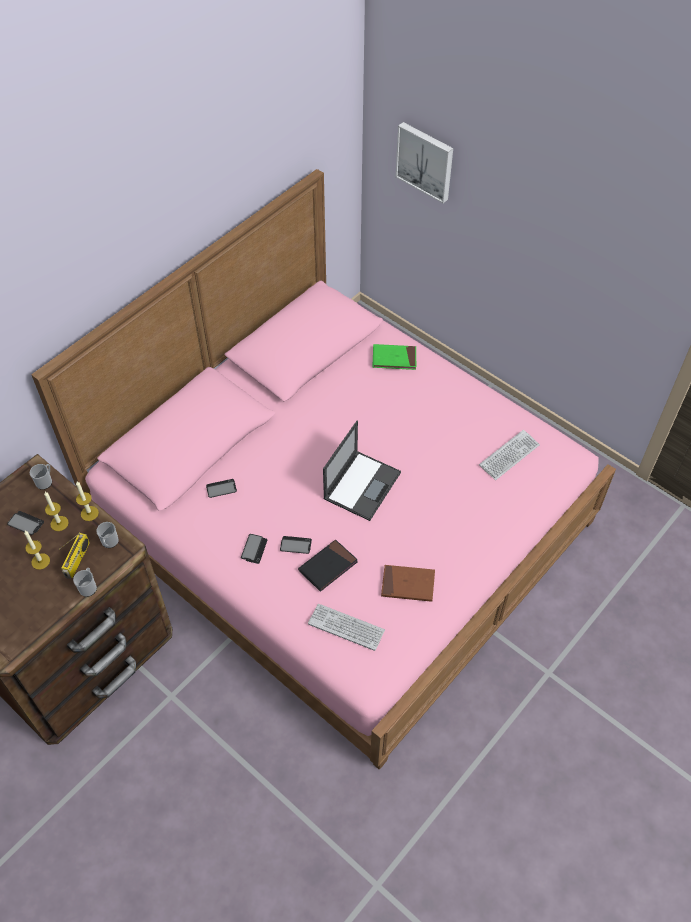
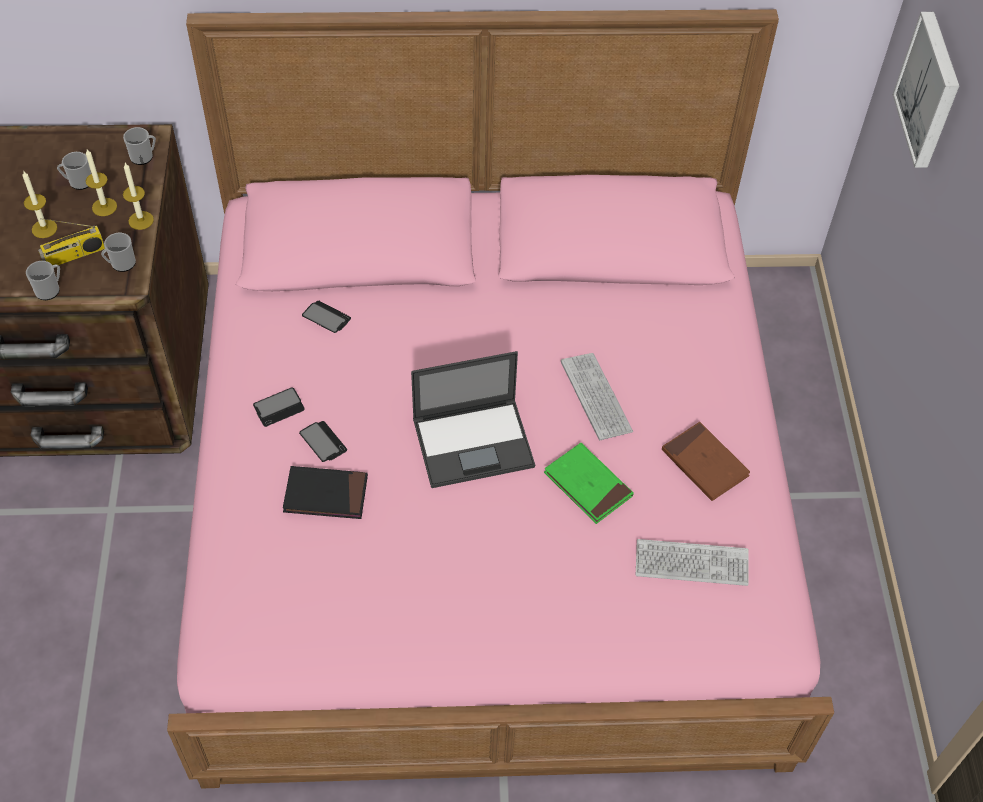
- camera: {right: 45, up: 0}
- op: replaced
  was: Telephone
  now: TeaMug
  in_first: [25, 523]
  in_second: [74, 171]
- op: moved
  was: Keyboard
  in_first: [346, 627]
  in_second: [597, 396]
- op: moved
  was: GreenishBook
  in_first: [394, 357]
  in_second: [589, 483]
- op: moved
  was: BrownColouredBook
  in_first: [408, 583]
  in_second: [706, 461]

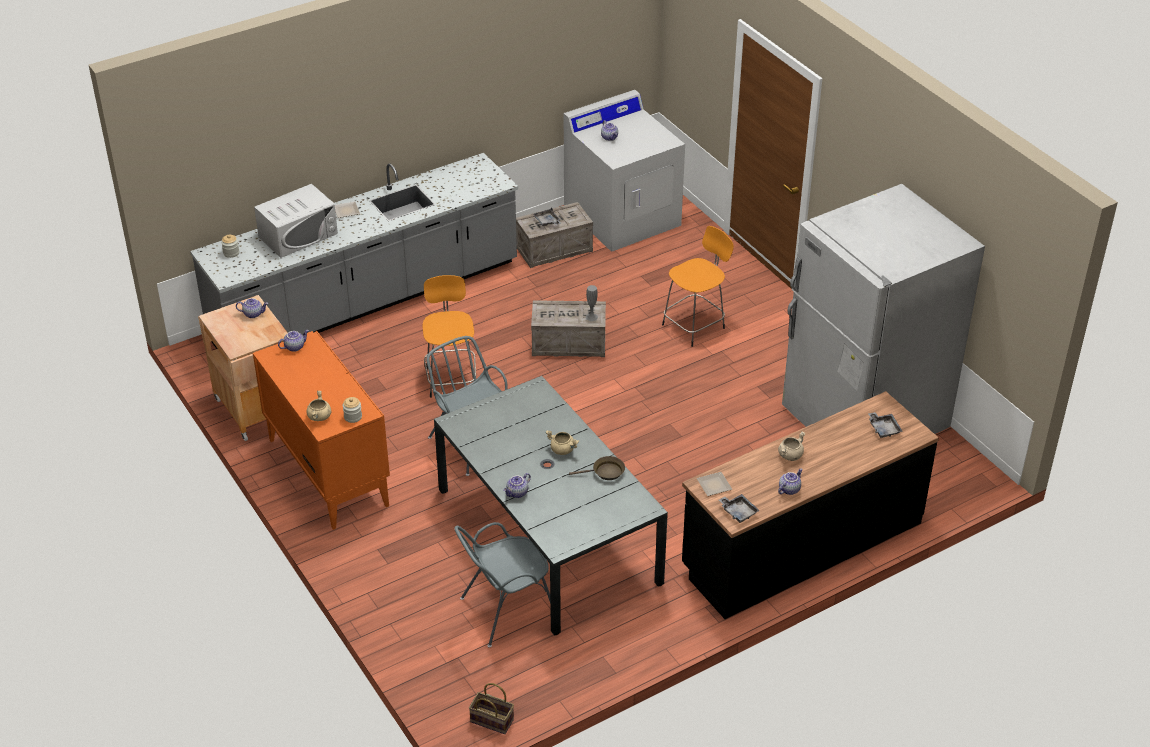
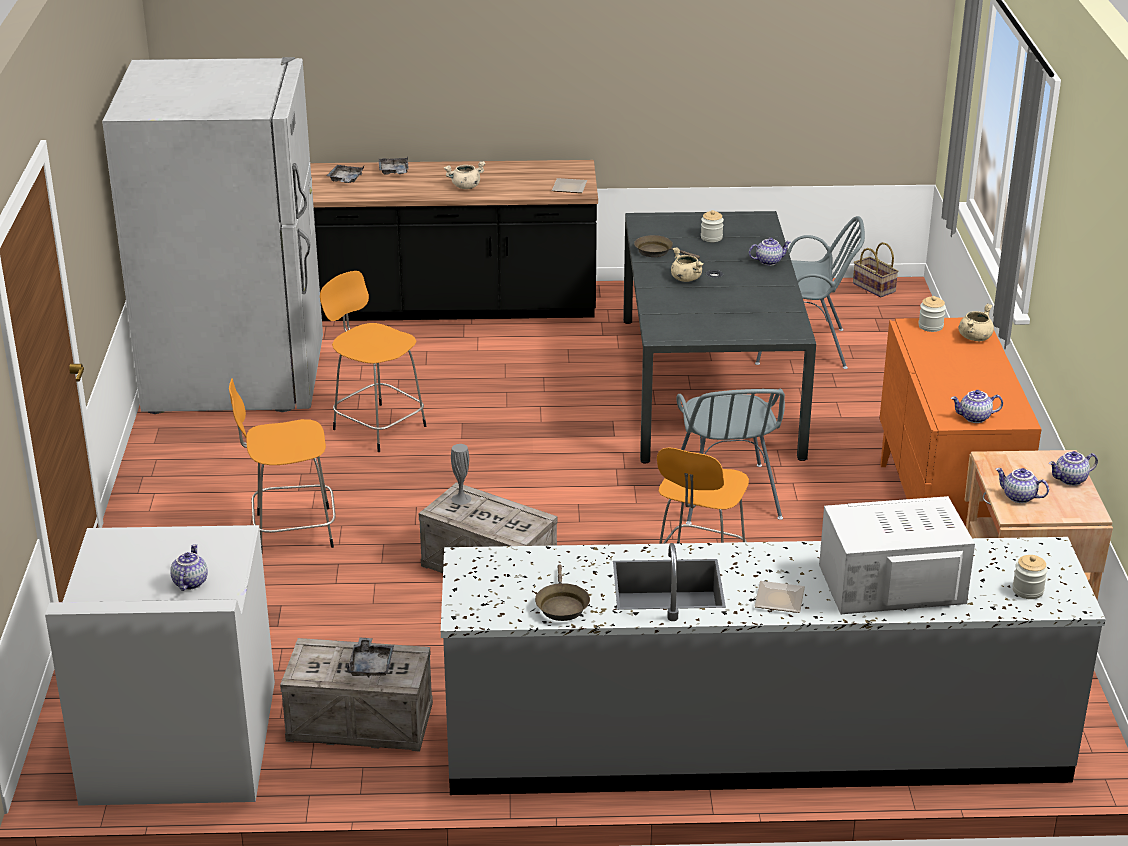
- camera: {right: -150, up: -10}
- op: moved
  was: GrayTray
  in_first: [739, 508]
  in_second: [394, 165]
- op: moved
  was: PotForTea
  in_first: [790, 481]
  in_second: [1073, 468]
- op: added
  now: OrangeySittingStool
  in_second: [373, 361]
- op: added
  now: BrownColouredPan
  in_second: [562, 592]
- op: added
  now: StorageJar
  in_second: [712, 226]

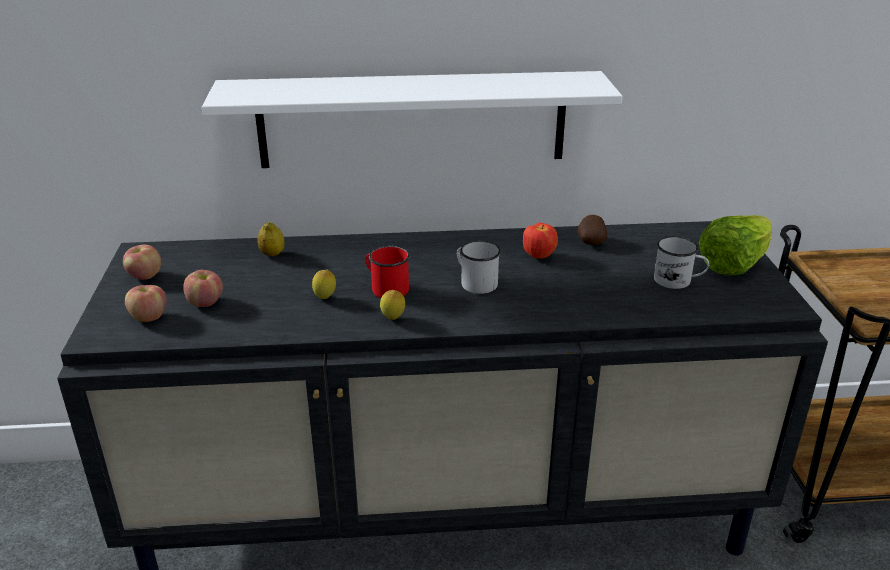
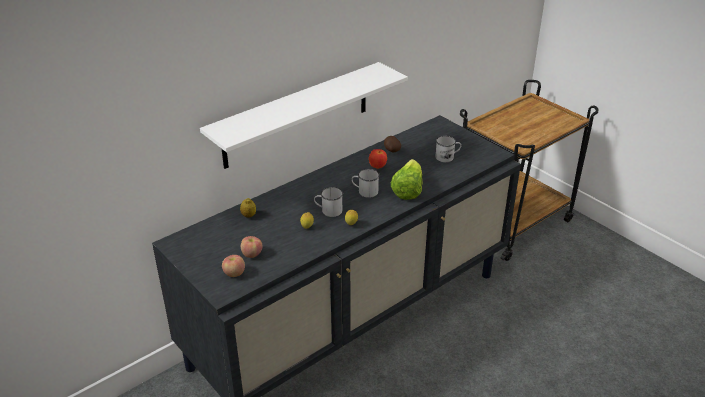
- camera: {right: -35, up: 5}
- op: removed
  was: AppleFruit
  in_first: [142, 262]
- op: recoloured
  was: RedColouredTeaMug
  now: WhiteTeaMug
  in_first: [387, 272]
  in_second: [328, 202]
- op: moved
  was: HeadOfLettuce
  in_first: [735, 245]
  in_second: [406, 179]

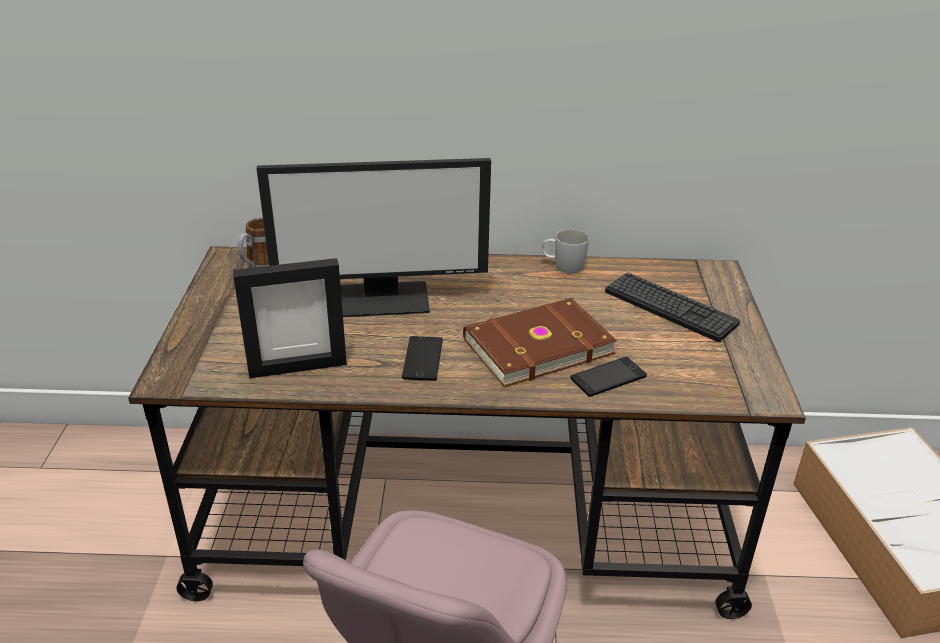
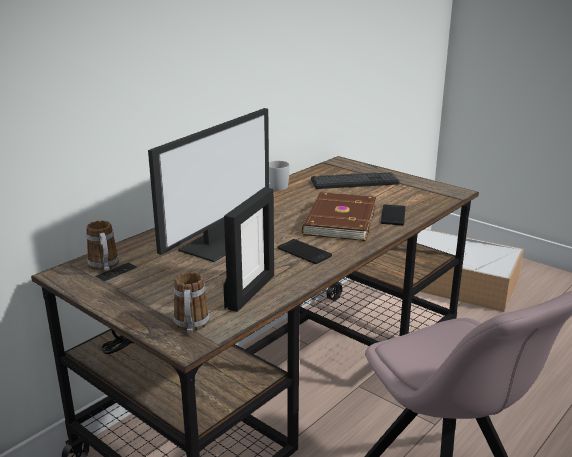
- camera: {right: -50, up: -10}
- op: added
  now: TeaMug
  in_second: [191, 302]

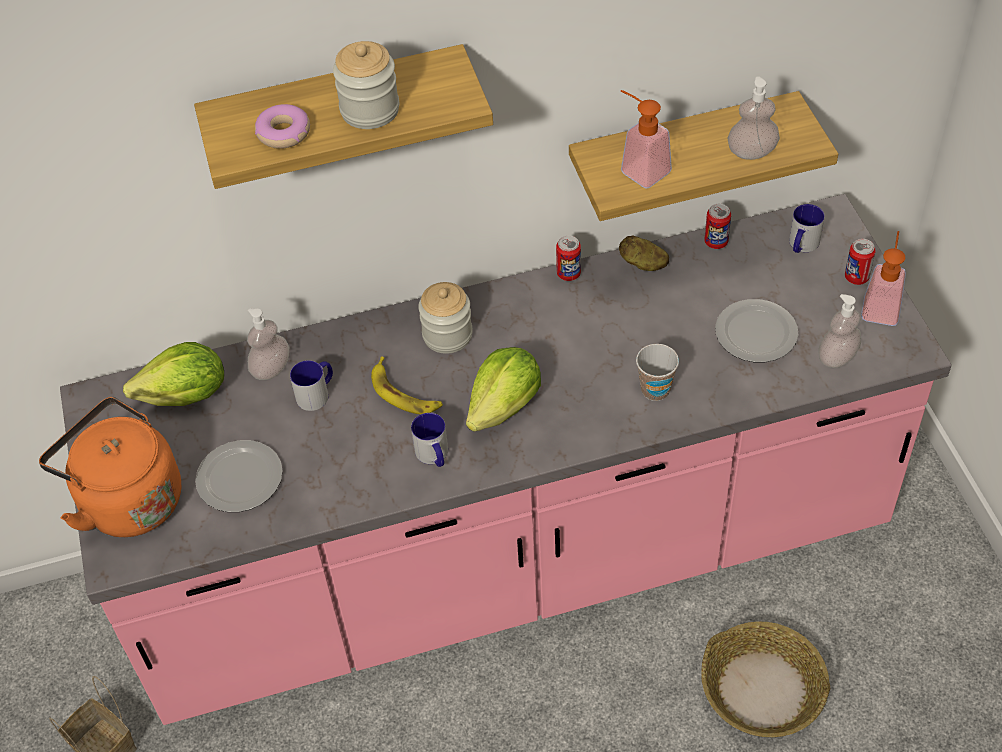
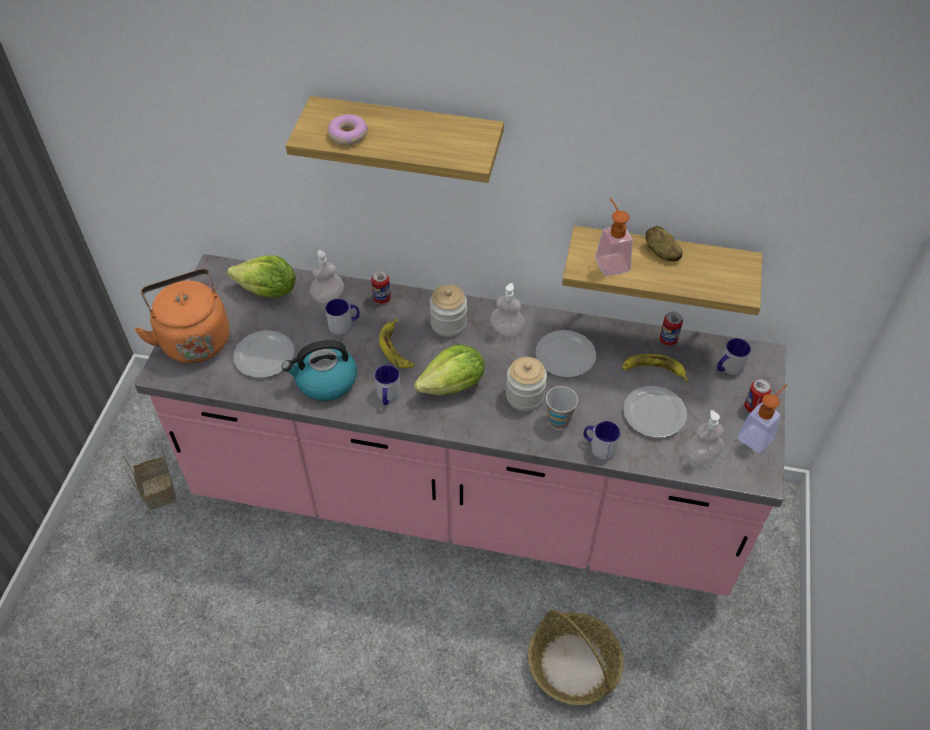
- camera: {right: 25, up: 0}
- op: moved
  was: StorageJar
  in_first: [366, 85]
  in_second: [526, 384]
- op: moved
  was: SealedCan
  in_first: [568, 258]
  in_second: [381, 287]
- op: moved
  was: Spud
  in_first: [644, 253]
  in_second: [663, 243]
- op: moved
  was: SoapBottle
  in_first: [754, 118]
  in_second: [508, 309]
- op: added
  now: WaterKettle
  in_second: [319, 370]
- op: added
  now: Plate
  in_second: [565, 354]
- op: added
  now: TeaMug
  in_second: [602, 440]
- op: added
  now: BananaFruit
  in_second: [655, 368]

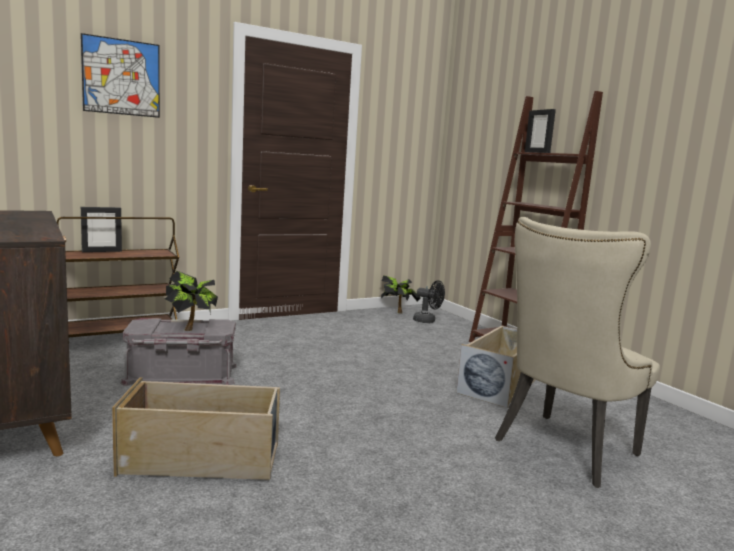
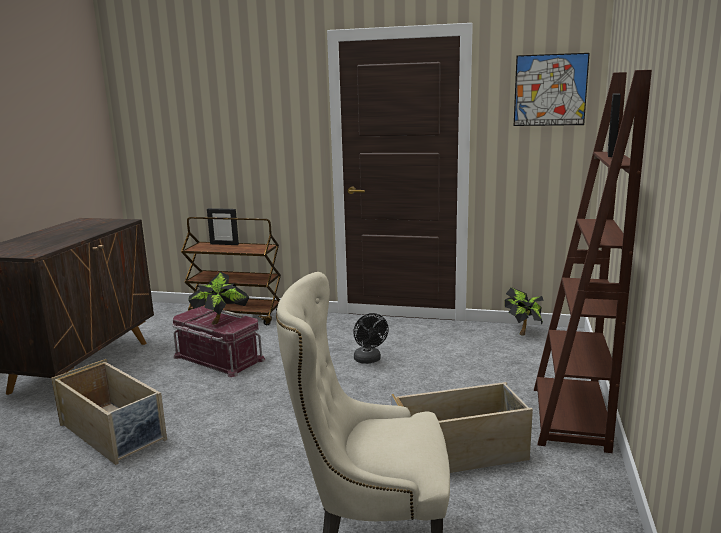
- camera: {right: 45, up: 5}
- op: moved
  was: WallArt
  in_first: [120, 75]
  in_second: [552, 89]
- op: recoloured
  was: GrayStorageContainer
  now: RedColouredStorageContainer
  in_first: [178, 352]
  in_second: [218, 341]
- op: moved
  was: BlackFan
  in_first: [429, 301]
  in_second: [371, 338]

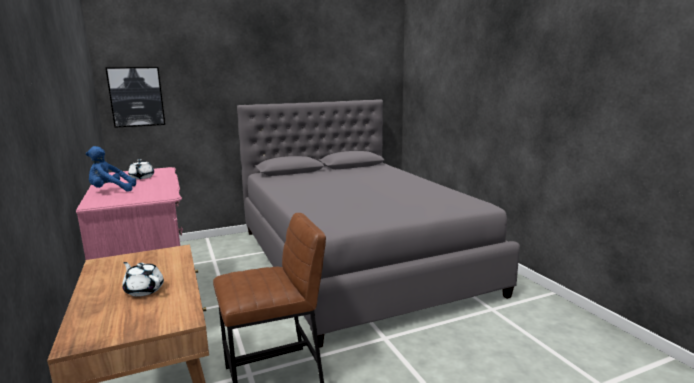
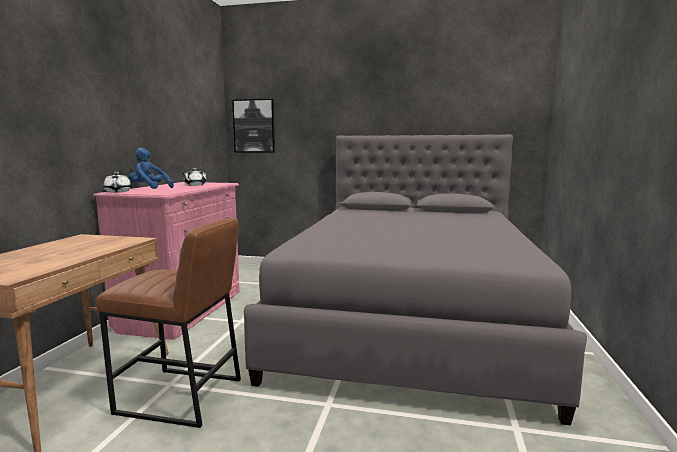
- camera: {right: 35, up: -5}
- op: moved
  was: WhitePotForTea
  in_first: [143, 279]
  in_second: [117, 182]

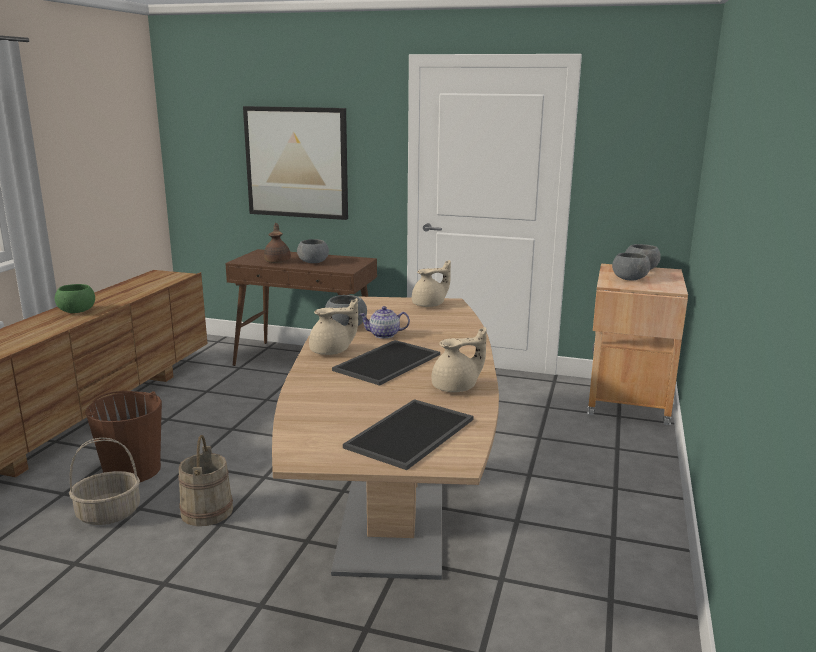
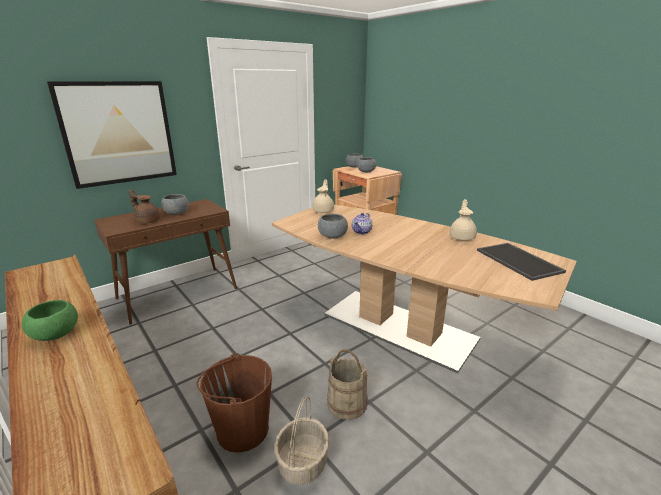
- camera: {right: -55, up: 5}
- op: removed
  was: SandColouredPotForTea
  in_first: [333, 326]
- op: removed
  was: Tray
  in_first: [386, 363]

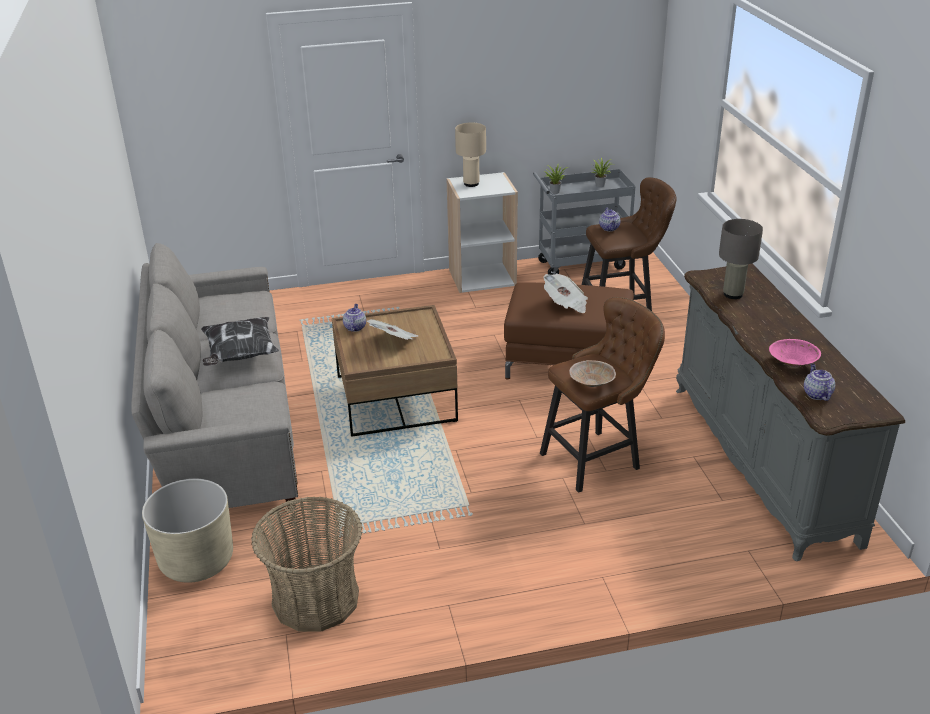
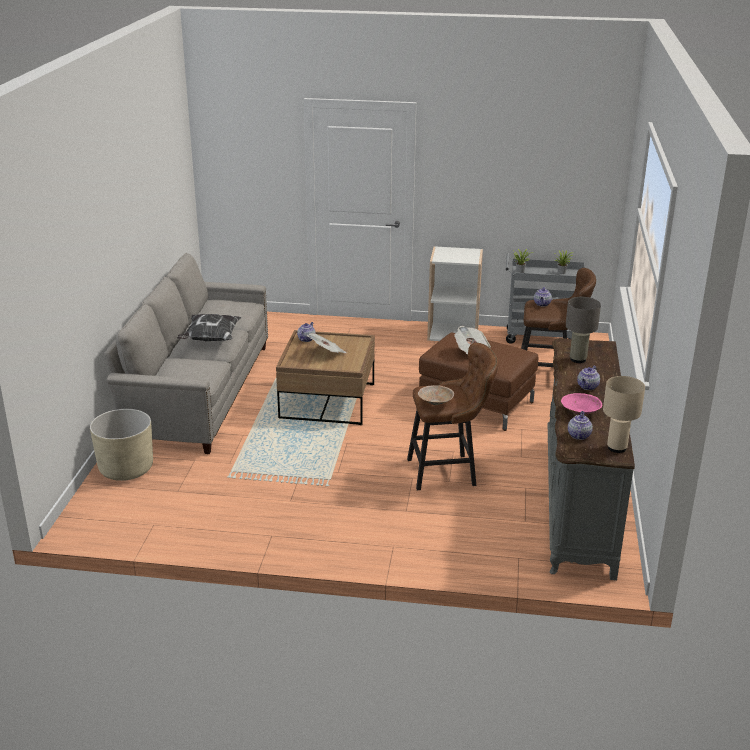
- camera: {right: 20, up: -5}
- op: removed
  was: Basket
  in_first: [306, 564]
- op: moved
  was: SandColouredLampForATable
  in_first: [470, 155]
  in_second: [624, 414]
- op: added
  now: PotForTea
  in_second: [588, 378]

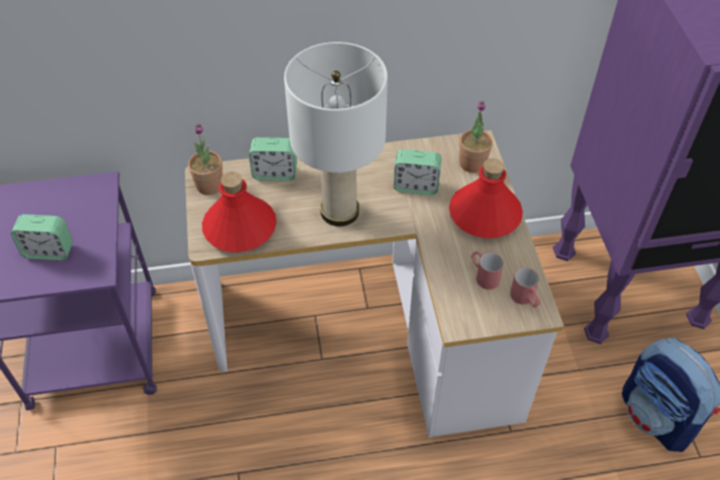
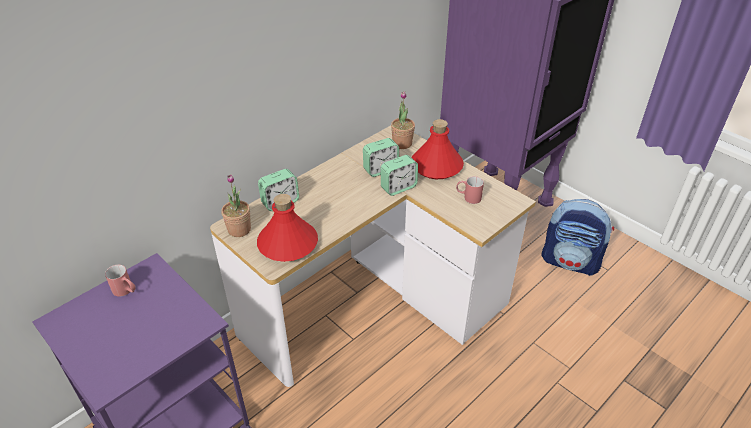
- camera: {right: -35, up: -10}
- op: moved
  was: AlarmClock
  in_first: [42, 237]
  in_second: [399, 175]
- op: removed
  was: WhiteLampForATable
  in_first: [336, 134]
- op: moved
  was: RedColouredTeaMug
  in_first: [525, 287]
  in_second: [120, 281]

